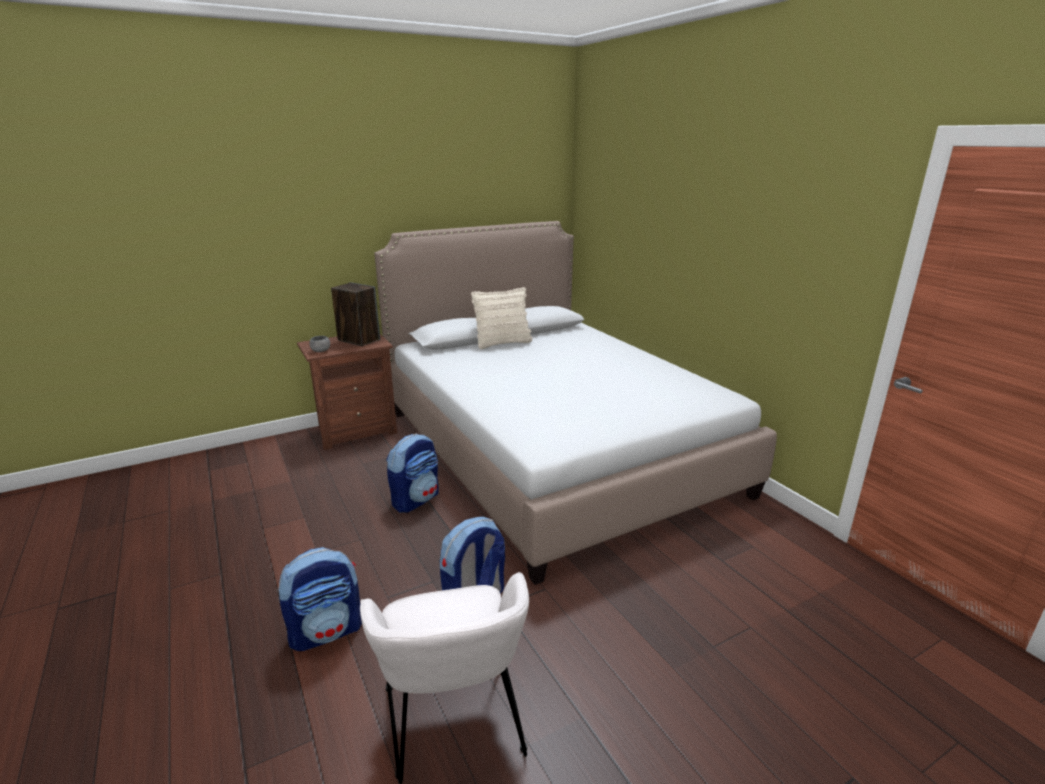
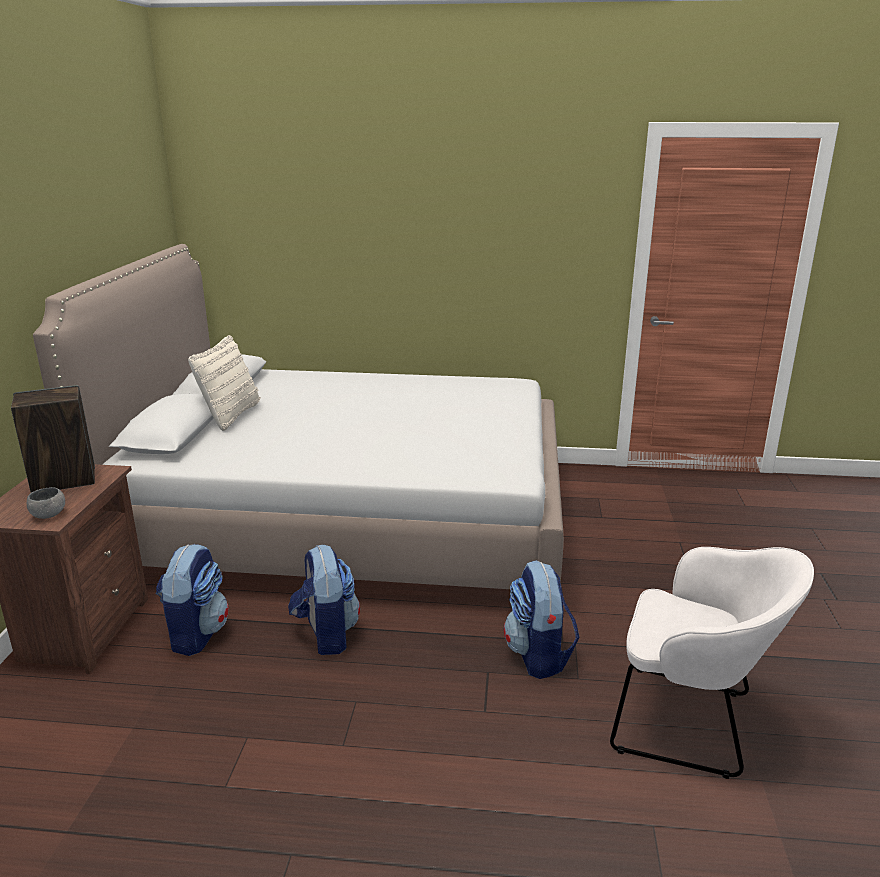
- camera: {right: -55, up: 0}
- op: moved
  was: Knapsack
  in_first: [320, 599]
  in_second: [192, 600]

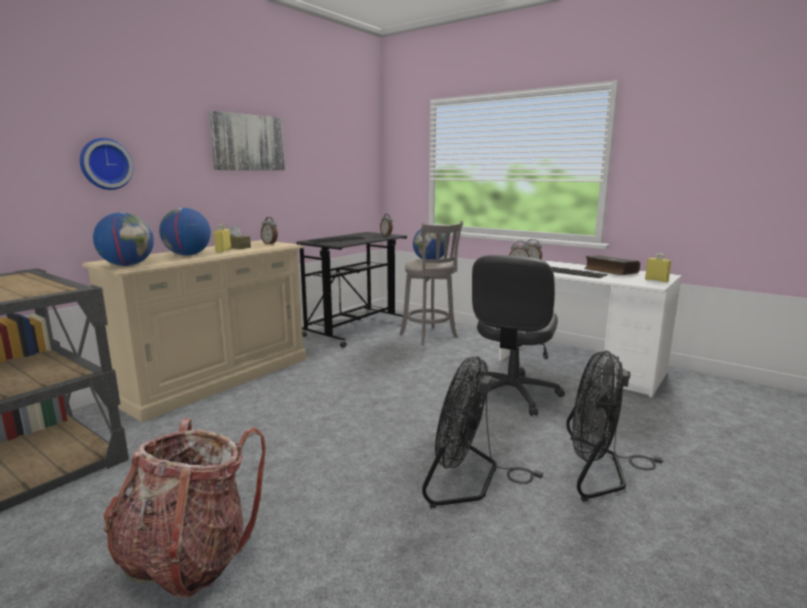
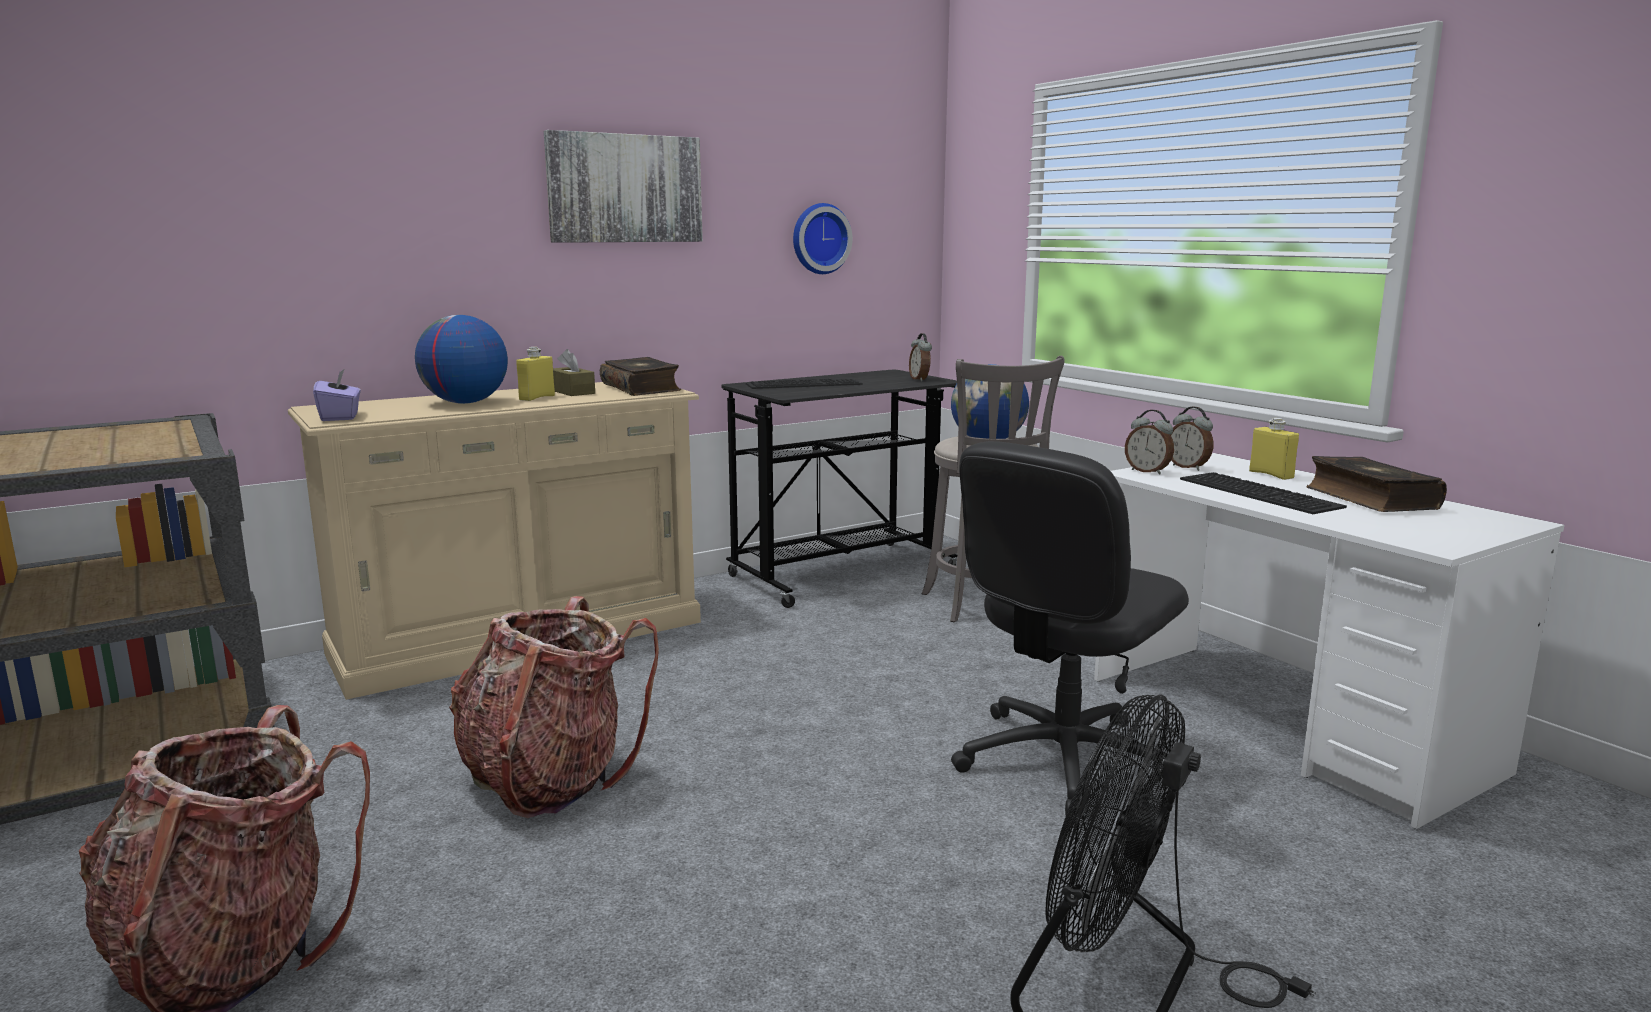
- camera: {right: 20, up: 0}
- op: moved
  was: ClockOnTheWall
  in_first: [106, 164]
  in_second: [823, 238]
- op: replaced
  was: DeskGlobe
  now: PurplishTissueHolder
  in_first: [123, 239]
  in_second: [337, 395]
- op: replaced
  was: AlarmClock
  now: Book
  in_first: [269, 231]
  in_second: [640, 376]
- op: removed
  was: BlackFan
  in_first: [483, 432]
- op: moved
  was: YellowColouredBottle
  in_first: [658, 267]
  in_second: [1274, 449]
- op: added
  now: Knapsack
  in_second: [554, 707]

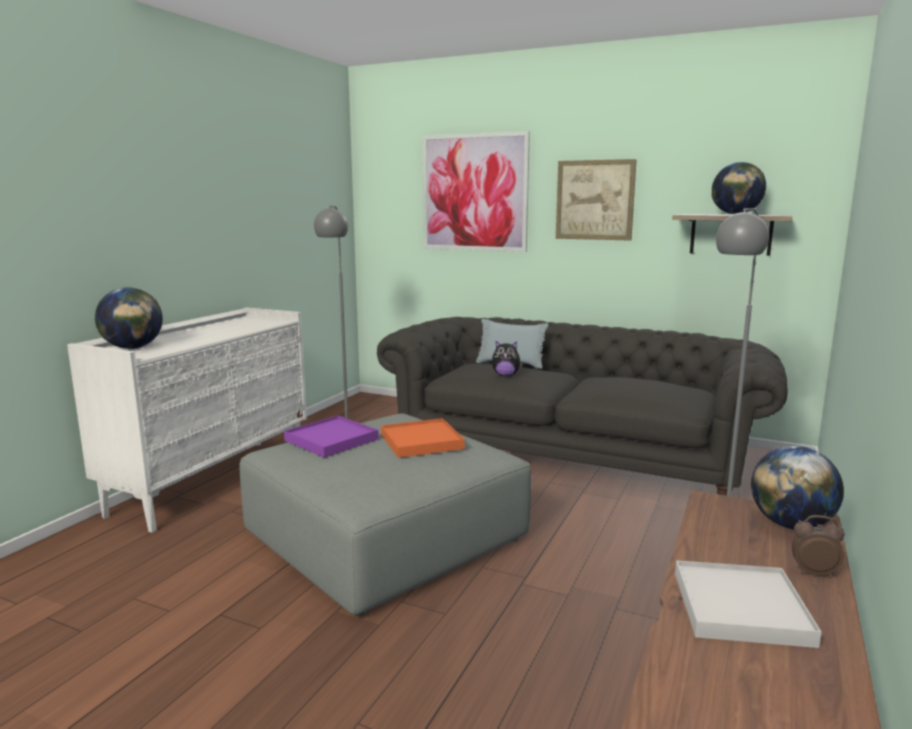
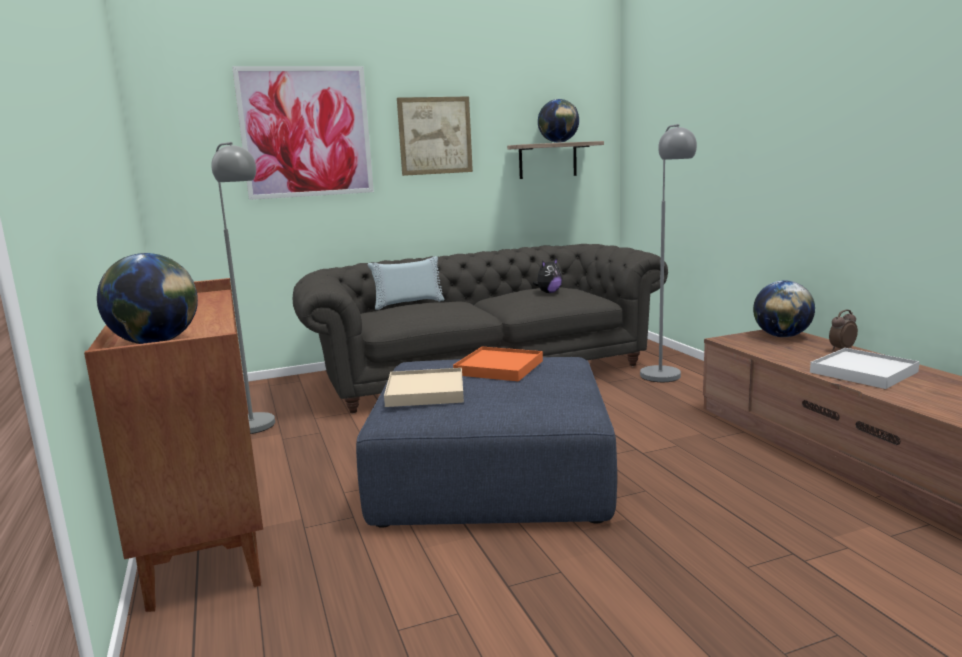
- camera: {right: -45, up: 0}
- op: recoloured
  was: WhiteStorageCabinet
  now: BrownColouredStorageCabinet
  in_first: [187, 420]
  in_second: [173, 445]
- op: recoloured
  was: GrayFootrest
  now: BlueFootrest
  in_first: [385, 514]
  in_second: [486, 442]
- op: recoloured
  was: PurplishTray
  now: SandColouredTray
  in_first: [331, 437]
  in_second: [424, 387]
- op: moved
  was: SoftToy
  in_first: [507, 358]
  in_second: [547, 276]

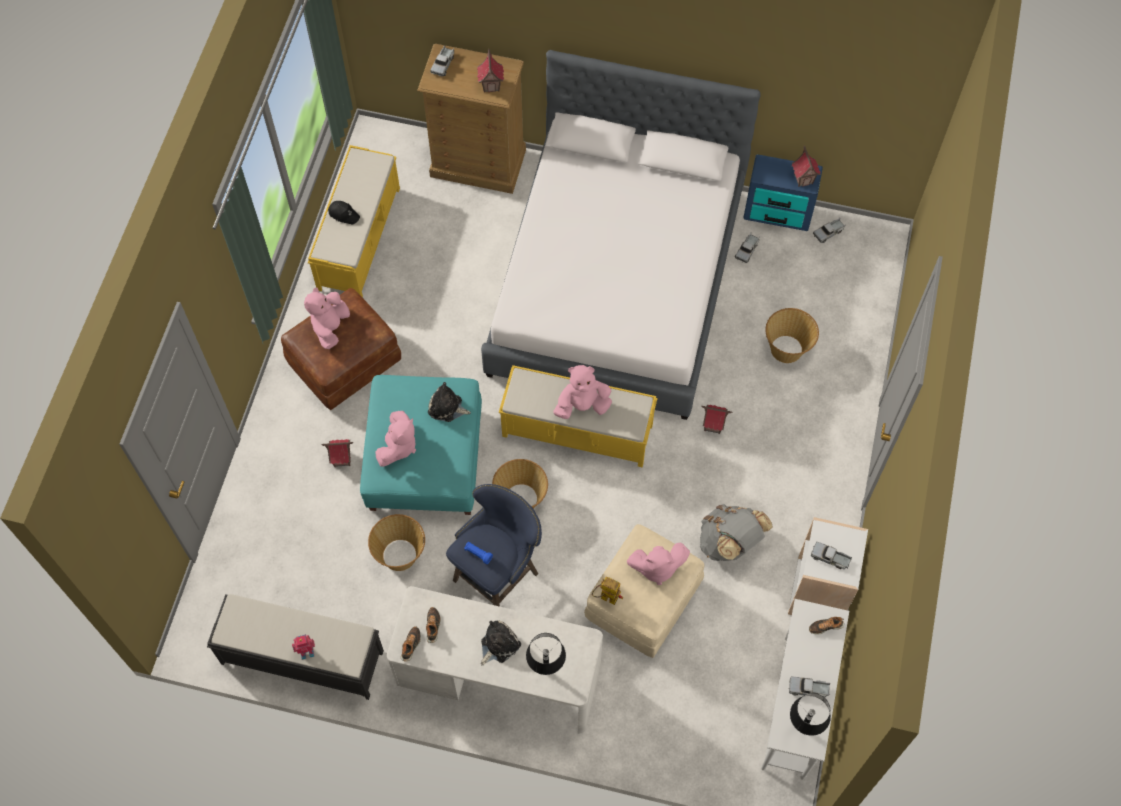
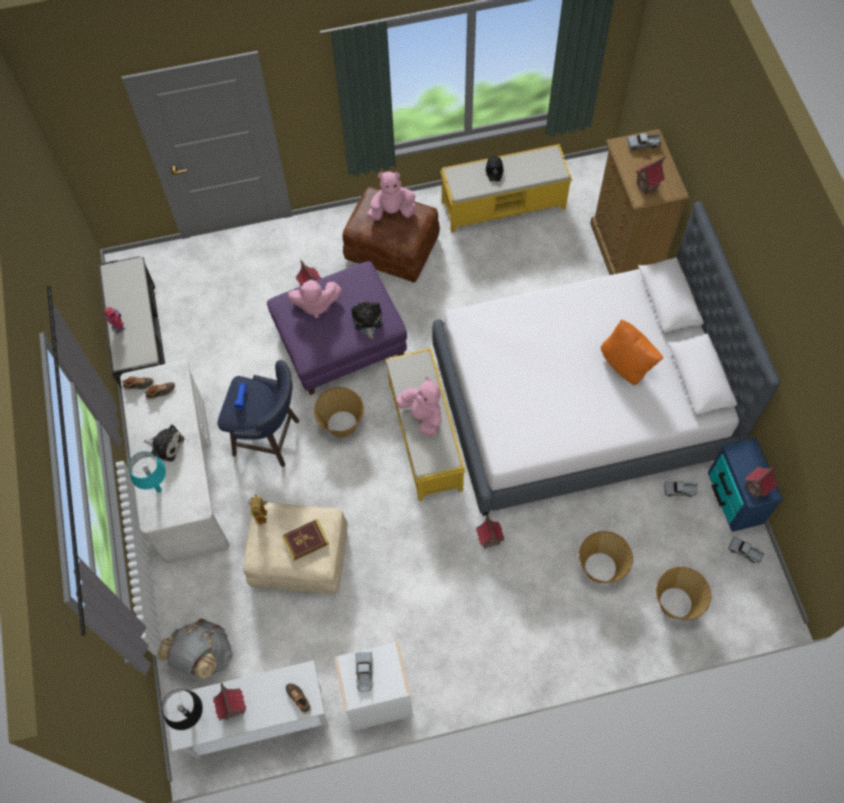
- camera: {right: 65, up: 0}
- op: recoloured
  was: TurquoiseColouredFootrest
  now: PurplishFootrest
  in_first: [421, 445]
  in_second: [337, 328]
- op: moved
  was: Basket
  in_first: [396, 542]
  in_second: [683, 593]
- op: recoloured
  was: BlackLampForATable
  now: TurquoiseColouredLampForATable
  in_first: [546, 654]
  in_second: [147, 472]
- op: replaced
  was: PinkColouredSoftToy
  now: Book
  in_first: [658, 564]
  in_second: [305, 540]
- op: moved
  was: GrayKnapsack
  in_first: [736, 532]
  in_second: [195, 648]
- op: replaced
  was: ToyTruck
  now: MiniatureHouse
  in_first: [809, 686]
  in_second: [229, 701]
- op: added
  now: OrangeyThrowPillow
  in_second: [631, 352]

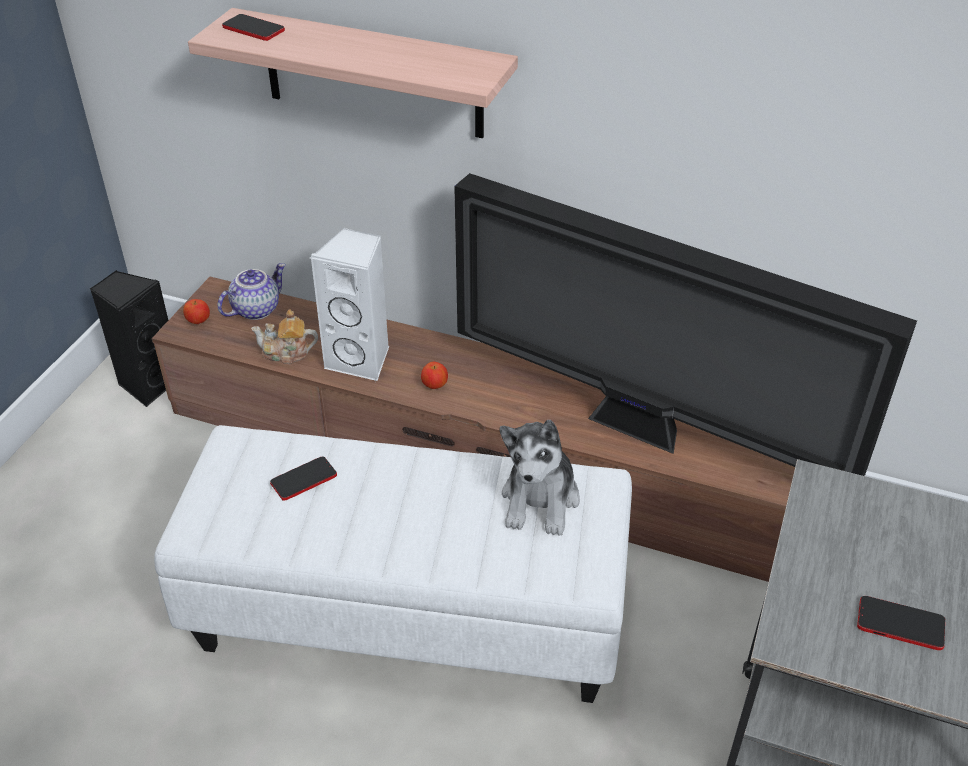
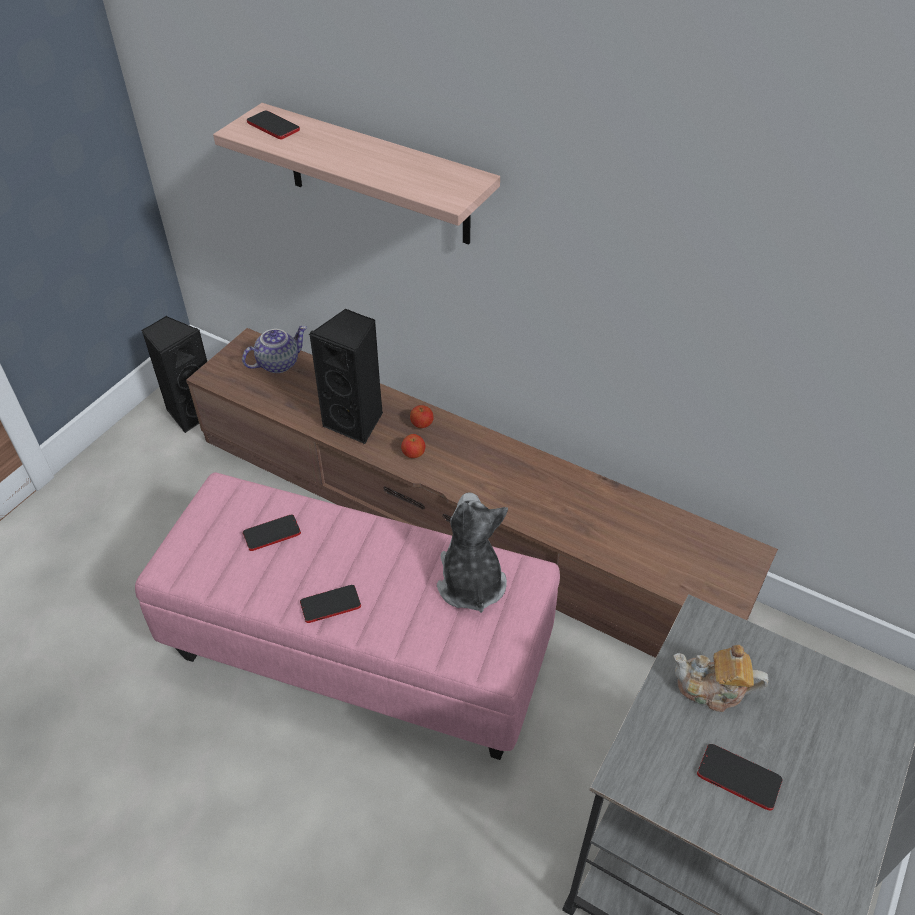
- camera: {right: 10, up: 5}
- op: recoloured
  was: WhiteFootrest
  now: PinkColouredFootrest
  in_first: [393, 564]
  in_second: [347, 616]
- op: moved
  was: AppleFruit
  in_first: [196, 311]
  in_second: [422, 416]
- op: moved
  was: PotForTea
  in_first: [284, 336]
  in_second: [721, 678]
- op: recoloured
  was: WhiteLoudspeaker
  now: BlackLoudspeaker
  in_first: [349, 305]
  in_second: [345, 377]
- op: removed
  was: Television
  in_first: [685, 324]
- op: turned
  was: SoftToy
  in_first: [539, 478]
  in_second: [472, 552]
  clockwise: 150
- op: added
  now: Telephone
  in_second: [330, 604]

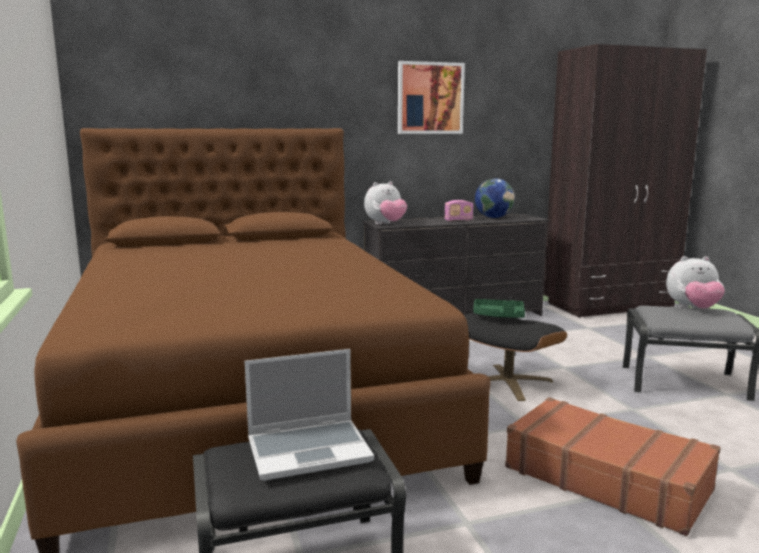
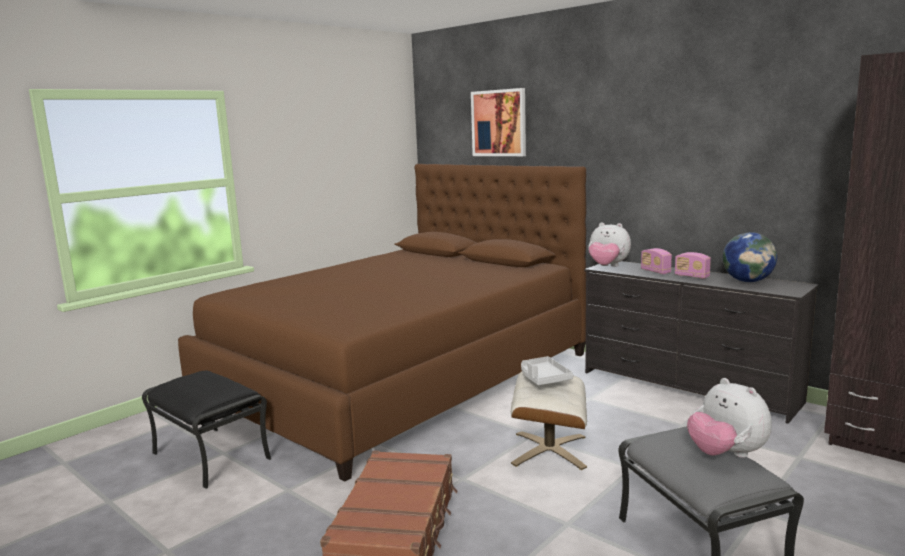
- camera: {right: 60, up: 0}
- op: removed
  was: Laptop
  in_first: [309, 415]
- op: moved
  was: WallArt
  in_first: [431, 97]
  in_second: [498, 122]
- op: recoloured
  was: BlackFootrest
  now: SandColouredFootrest
  in_first: [516, 357]
  in_second: [549, 420]
- op: recoloured
  was: GreenishTray
  now: GrayTray
  in_first: [499, 308]
  in_second: [547, 370]
- op: added
  now: RadioSet
  in_second: [656, 261]

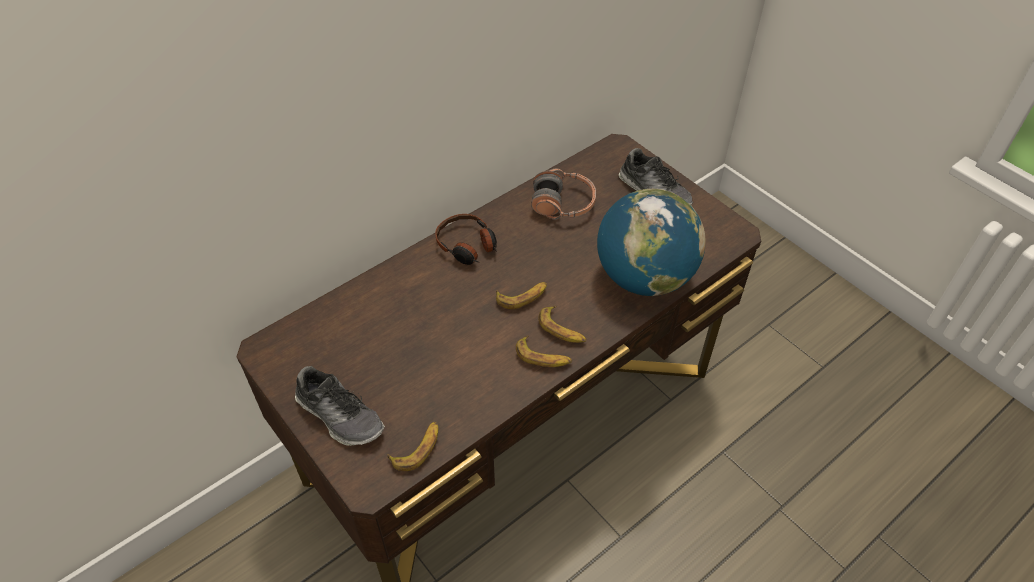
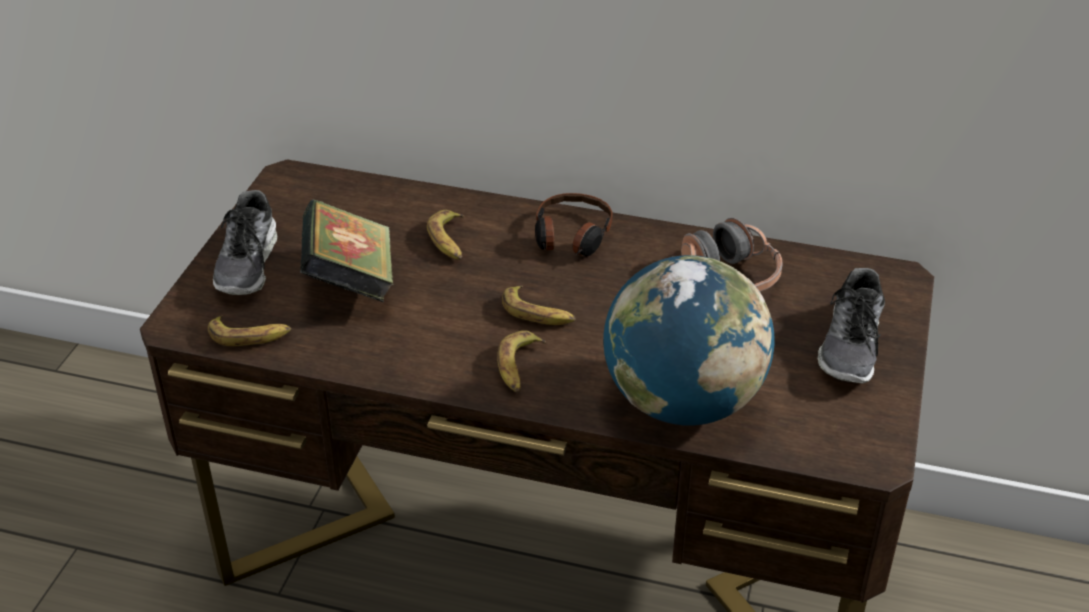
- camera: {right: 55, up: -10}
- op: moved
  was: BananaFruit
  in_first: [544, 351]
  in_second: [446, 235]
- op: added
  now: Book
  in_second: [347, 250]

